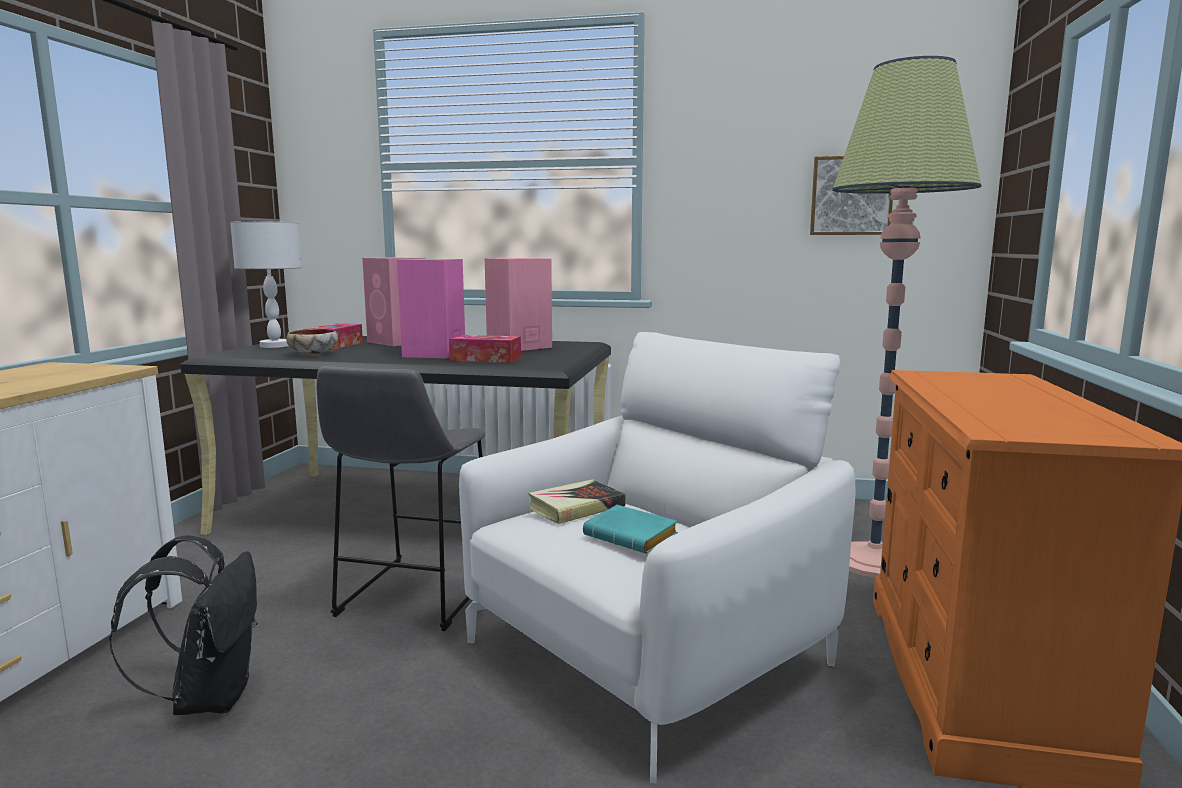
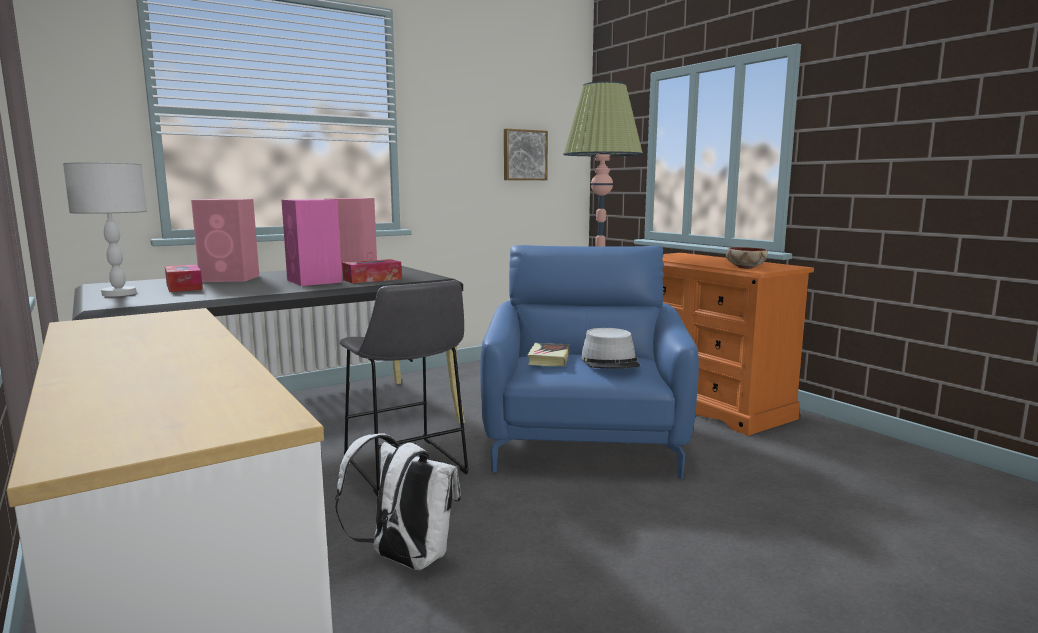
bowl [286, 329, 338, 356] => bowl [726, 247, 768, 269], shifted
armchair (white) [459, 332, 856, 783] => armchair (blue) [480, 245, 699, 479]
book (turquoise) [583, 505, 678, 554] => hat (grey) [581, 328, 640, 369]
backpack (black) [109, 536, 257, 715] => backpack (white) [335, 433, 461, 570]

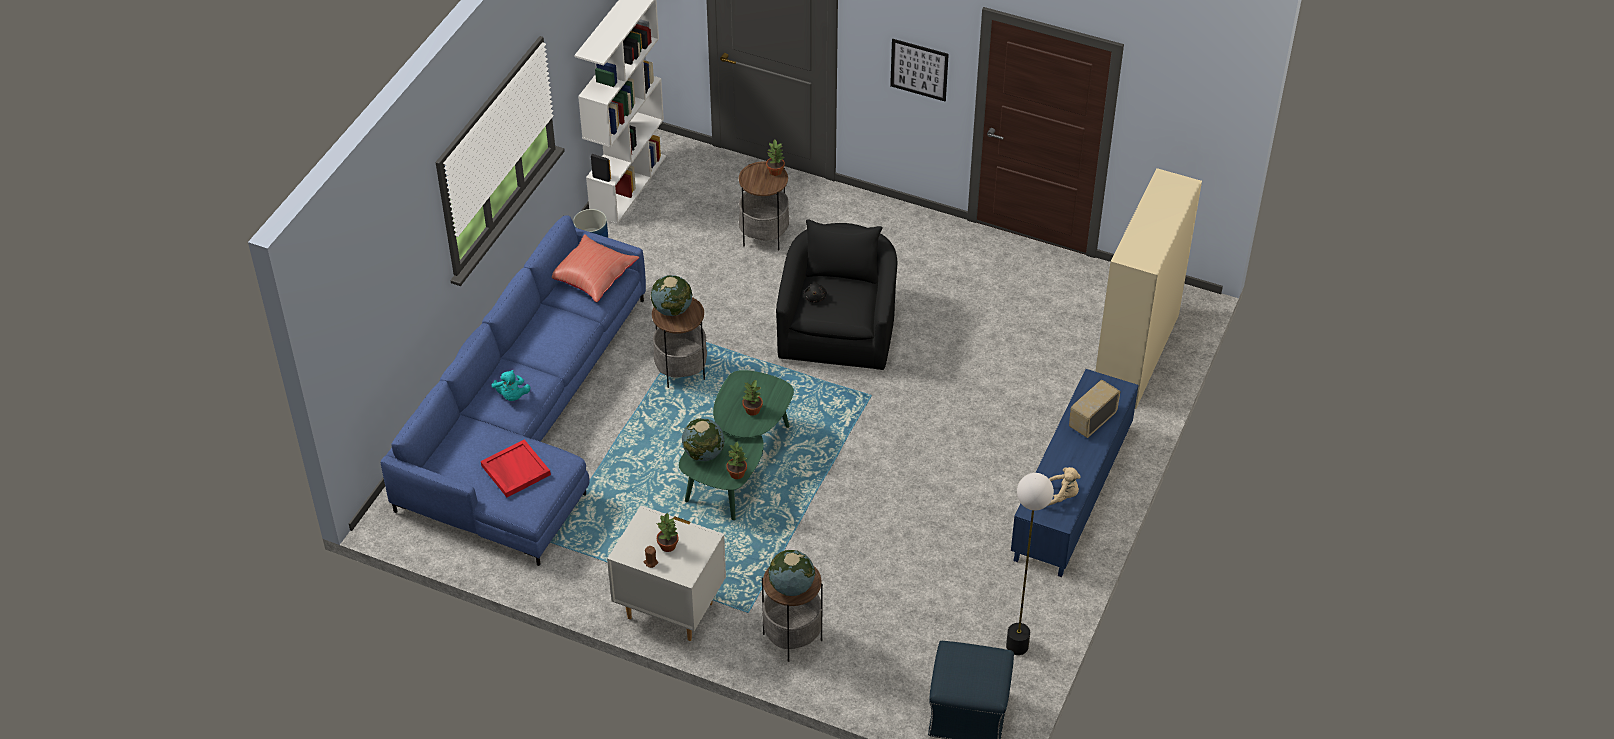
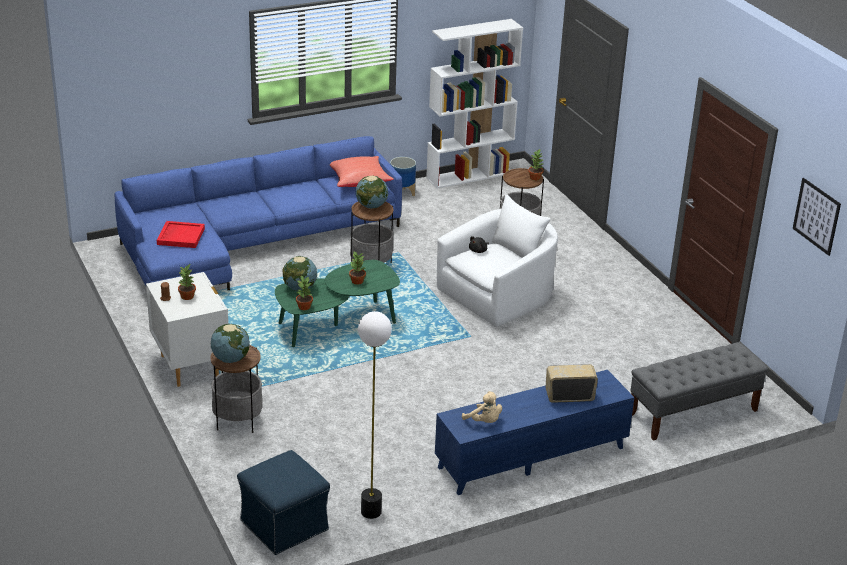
picture [890, 39, 949, 101] => picture [793, 178, 841, 256], shifted
bookcase (beige) [1095, 168, 1202, 409] => bench (grey) [630, 342, 768, 441]
armchair (black) [776, 219, 897, 370] => armchair (white) [437, 194, 558, 327]
plush toy (turquoise) [491, 370, 530, 401] => nothing

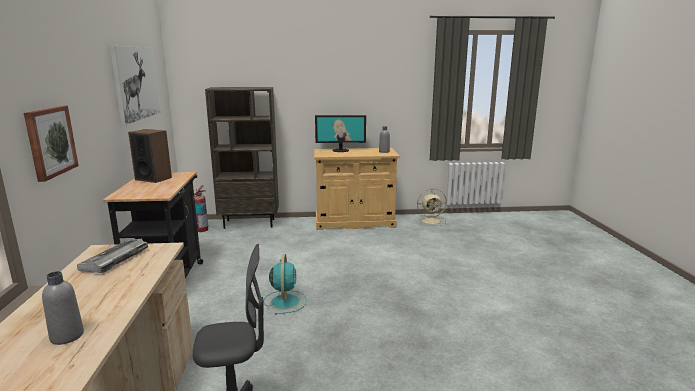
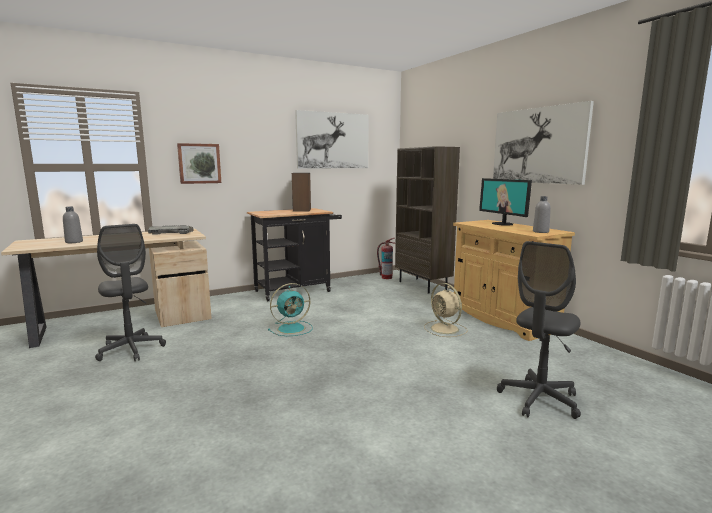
fan (beige) [414, 189, 447, 226] => fan (beige) [424, 283, 468, 337], shifted
nothing => picture [493, 101, 594, 185]
nothing => office chair (grey) [497, 241, 581, 419]

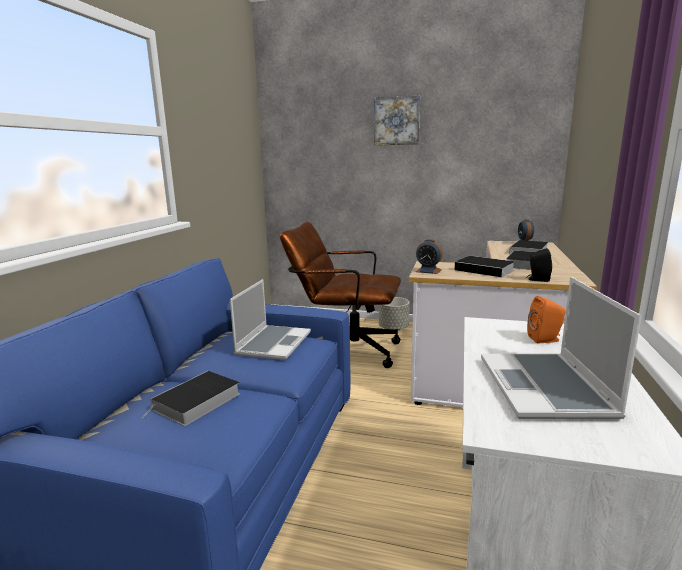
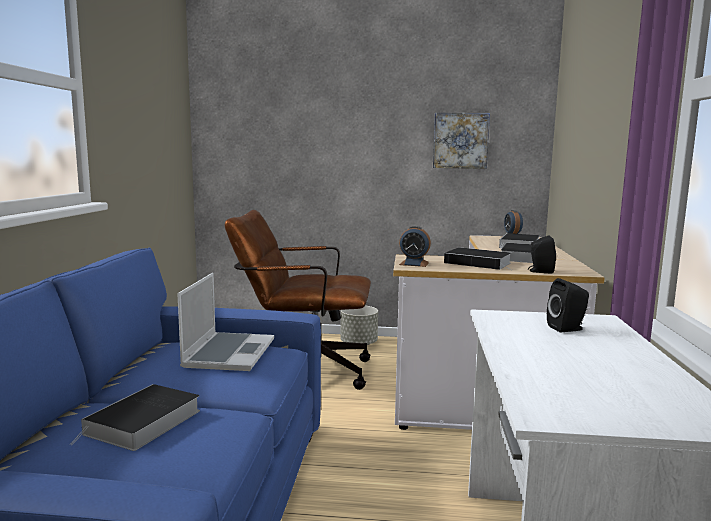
picture [374, 95, 420, 146] => picture [433, 113, 490, 169], shifted
laptop [481, 277, 642, 419] => nothing
speaker (orange) [527, 296, 565, 343] => speaker (black) [547, 278, 589, 332]

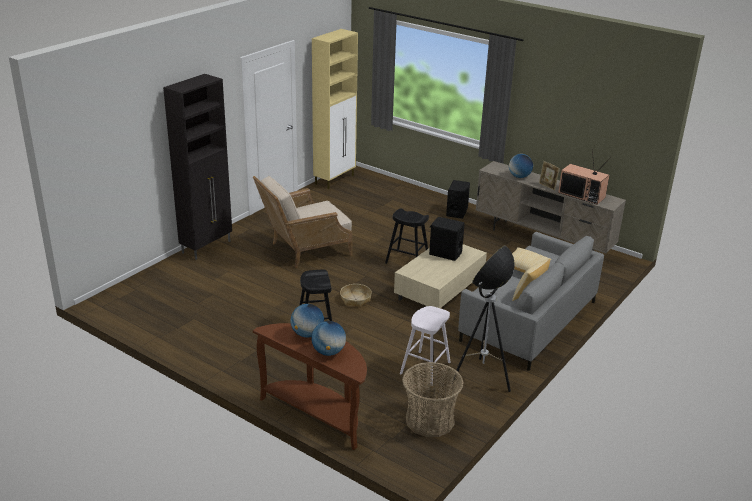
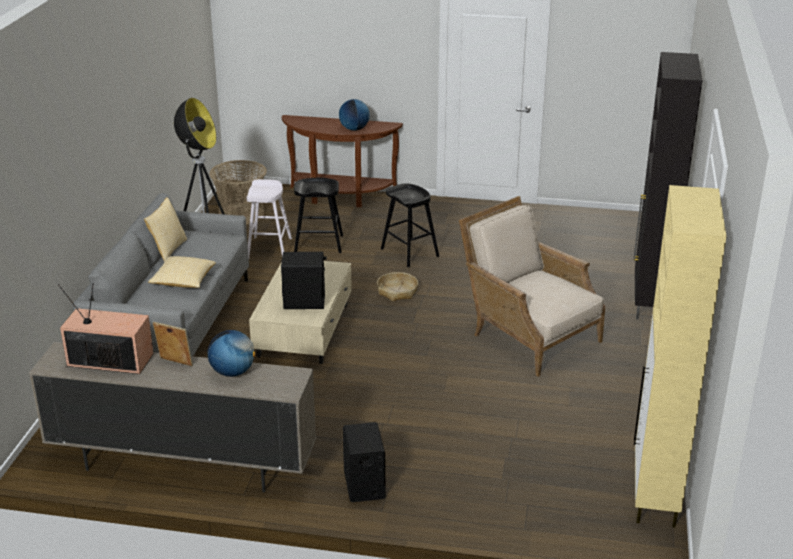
armchair (beige) [253, 176, 353, 268] => armchair (beige) [459, 196, 605, 377], 75 degrees counterclockwise
stool (black) [385, 208, 429, 264] => stool (black) [294, 178, 343, 253], shifted
globe [311, 321, 346, 356] => nothing

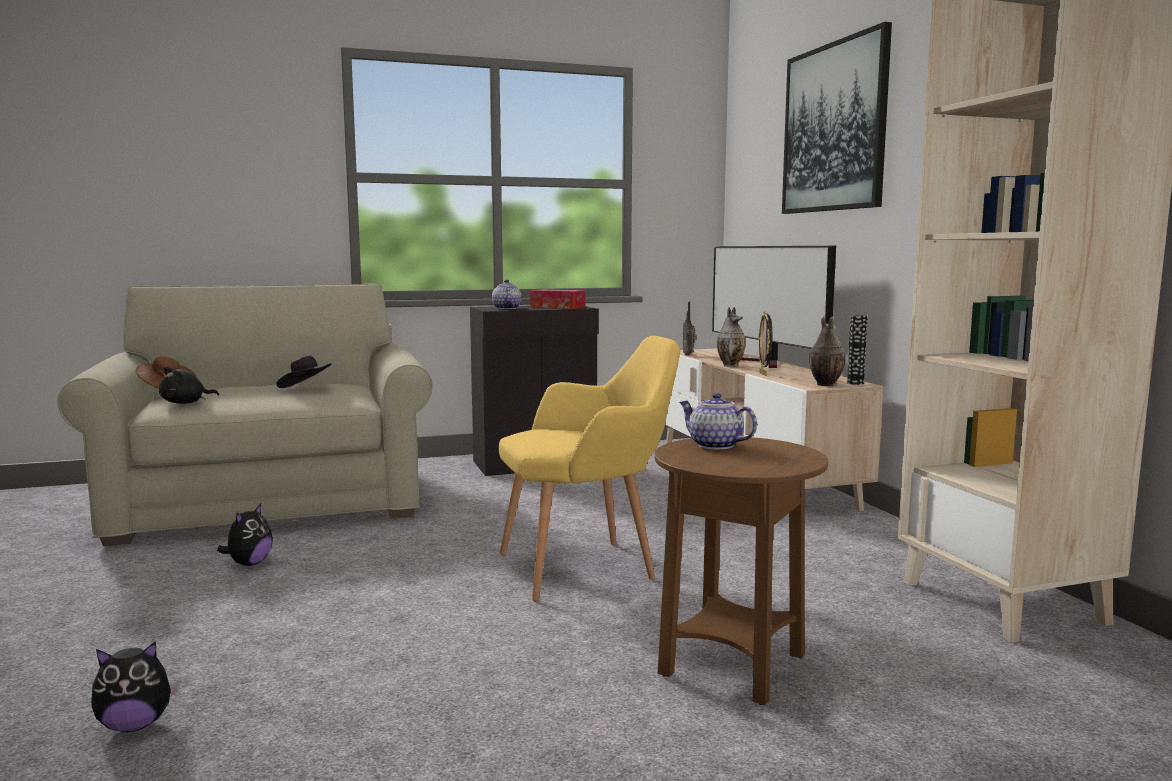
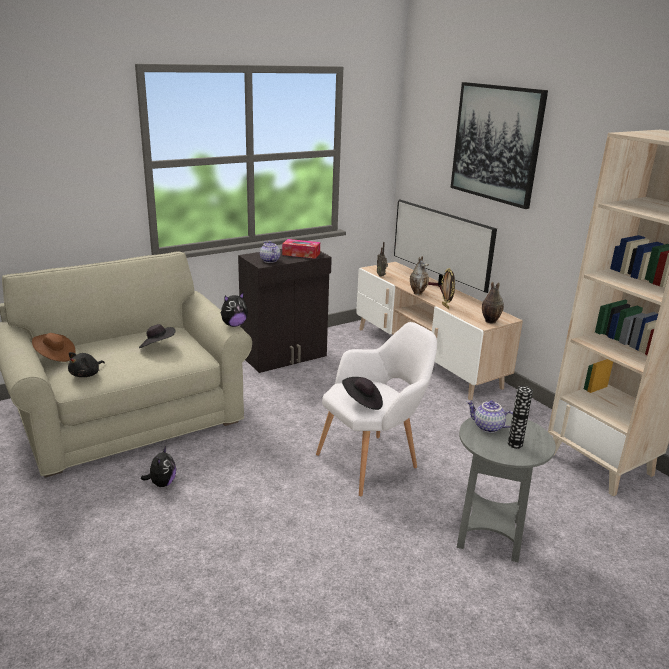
vase [847, 315, 868, 385] => vase [508, 386, 533, 449], shifted
armchair (yellow) [499, 336, 680, 601] => armchair (white) [316, 322, 437, 497]
side table (brown) [655, 437, 828, 705] => side table (grey) [457, 414, 556, 562]
plush toy [91, 641, 180, 732] => plush toy [221, 292, 248, 327], shifted
nothing => hat (black) [342, 377, 383, 410]

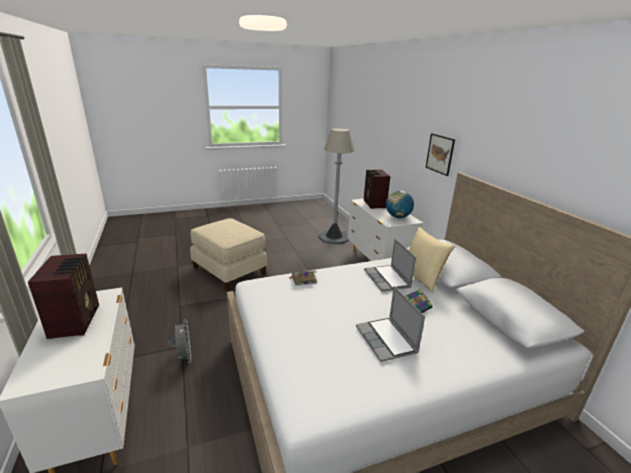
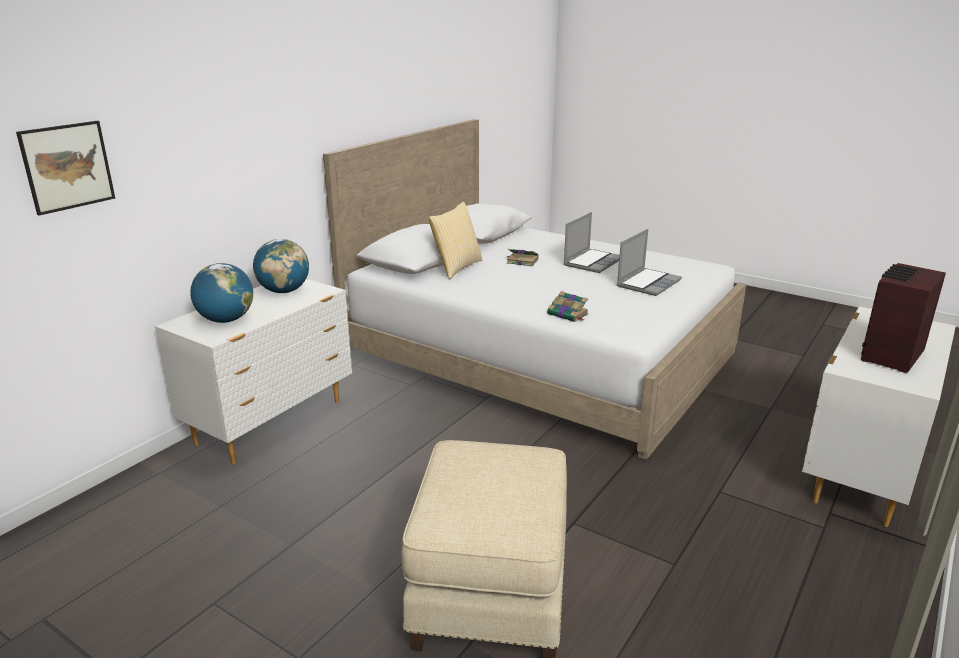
floor lamp (grey) [318, 128, 355, 244] => nothing
picture [426, 133, 455, 176] => picture [16, 121, 115, 216], shifted
radio [364, 170, 390, 209] => globe [190, 263, 253, 323]
laptop [364, 238, 416, 292] => laptop [617, 229, 682, 296], shifted
fan (grey) [168, 319, 192, 363] => nothing

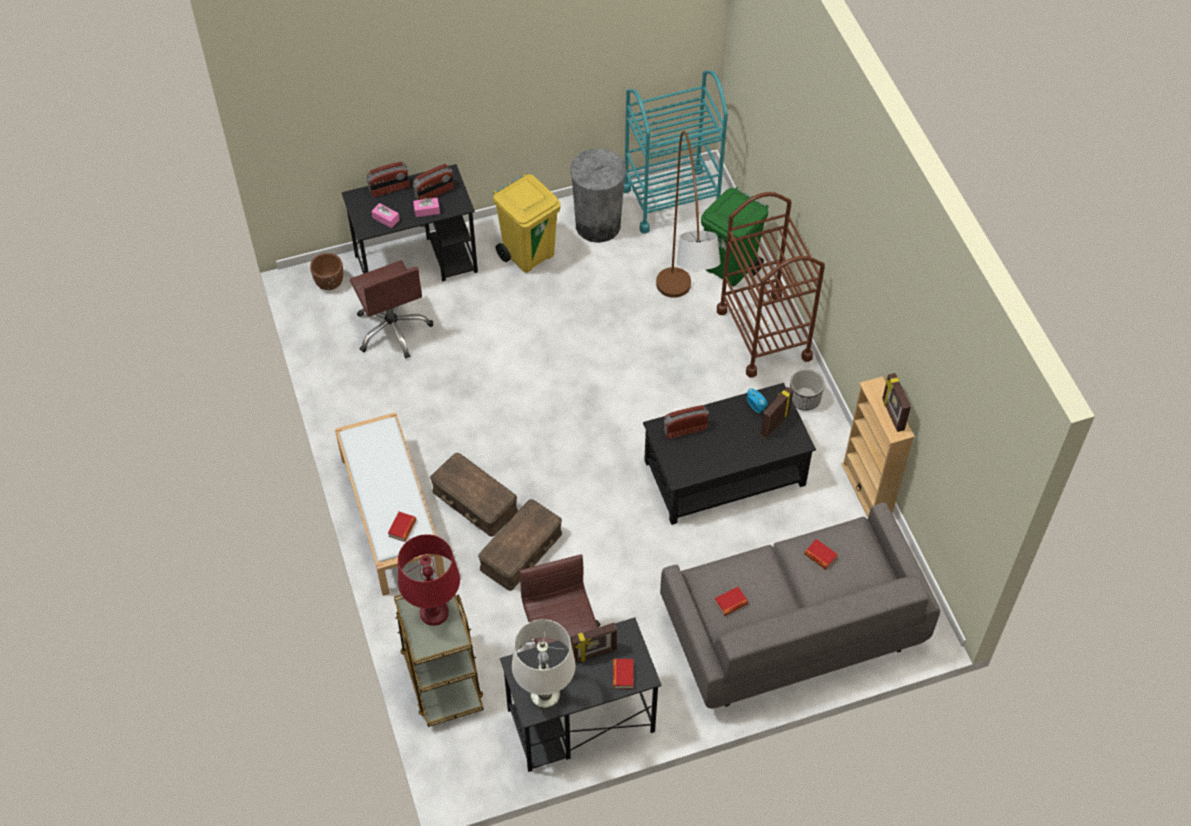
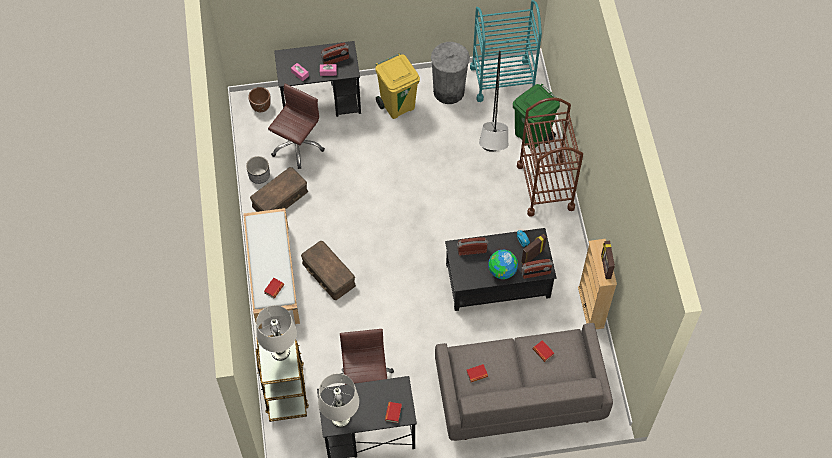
floor lamp (brown) [656, 131, 721, 298] => floor lamp (grey) [479, 51, 508, 152]
radio [366, 162, 409, 197] => radio [521, 259, 553, 279], shifted
office chair (brown) [350, 260, 433, 358] => office chair (brown) [268, 84, 325, 169], 135 degrees counterclockwise
planter [790, 369, 824, 411] => planter [246, 156, 270, 184], shifted
storage box (brown) [478, 499, 562, 591] => storage box (brown) [250, 167, 308, 212], shifted
table lamp (red) [398, 534, 460, 626] => table lamp (white) [256, 305, 297, 361]
picture frame [571, 623, 617, 663] => nothing
nothing => globe [488, 250, 518, 279]

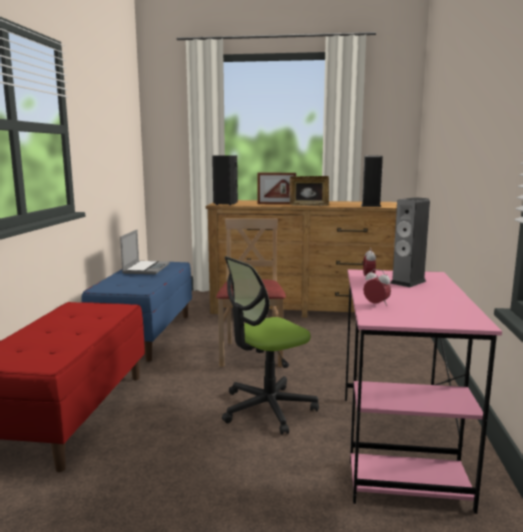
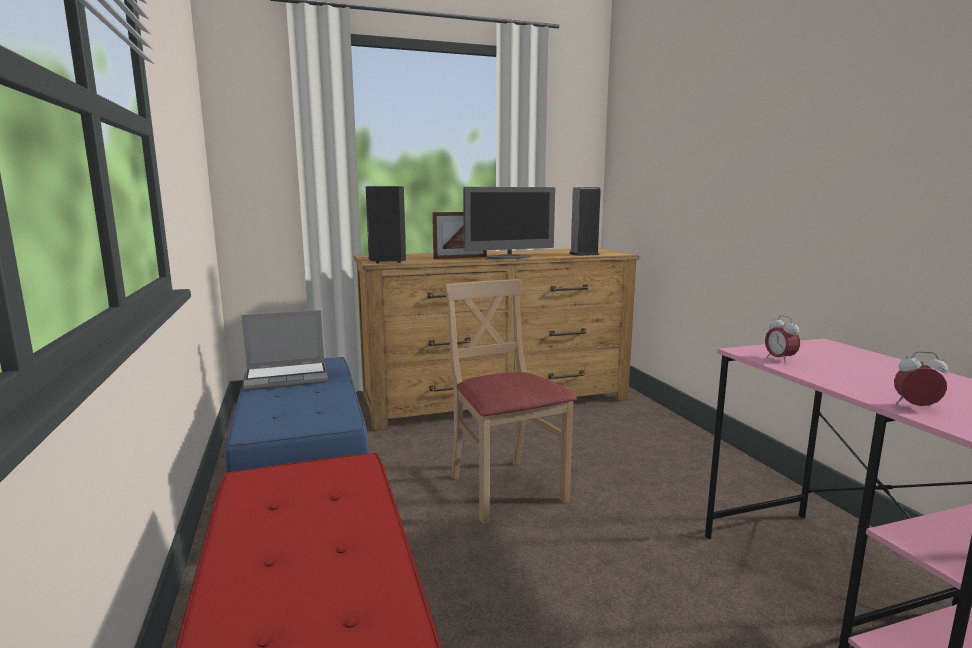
picture frame [290, 176, 329, 206] => monitor [463, 187, 555, 259]
speaker [390, 197, 430, 287] => nothing
laptop [120, 230, 169, 274] => laptop [242, 310, 328, 391], 90 degrees clockwise
office chair [222, 256, 319, 435] => nothing

